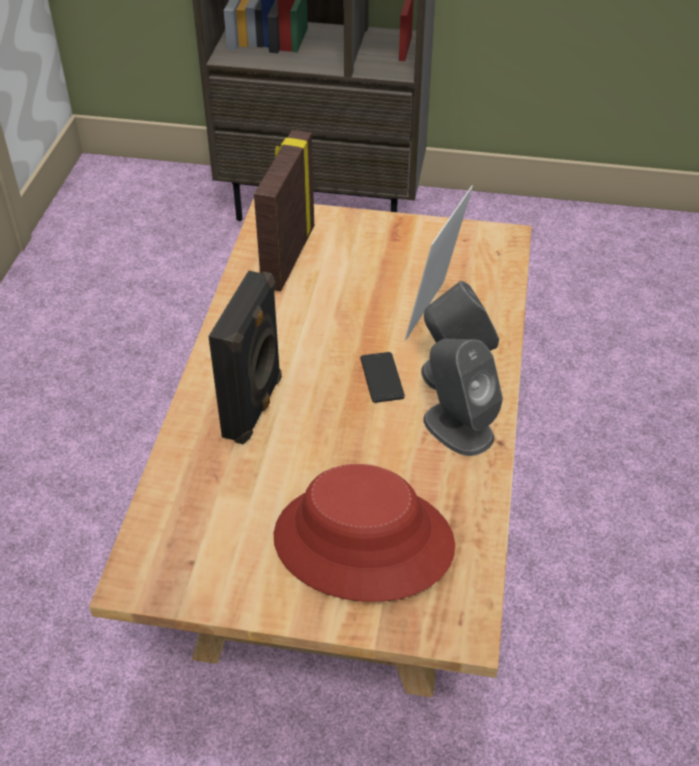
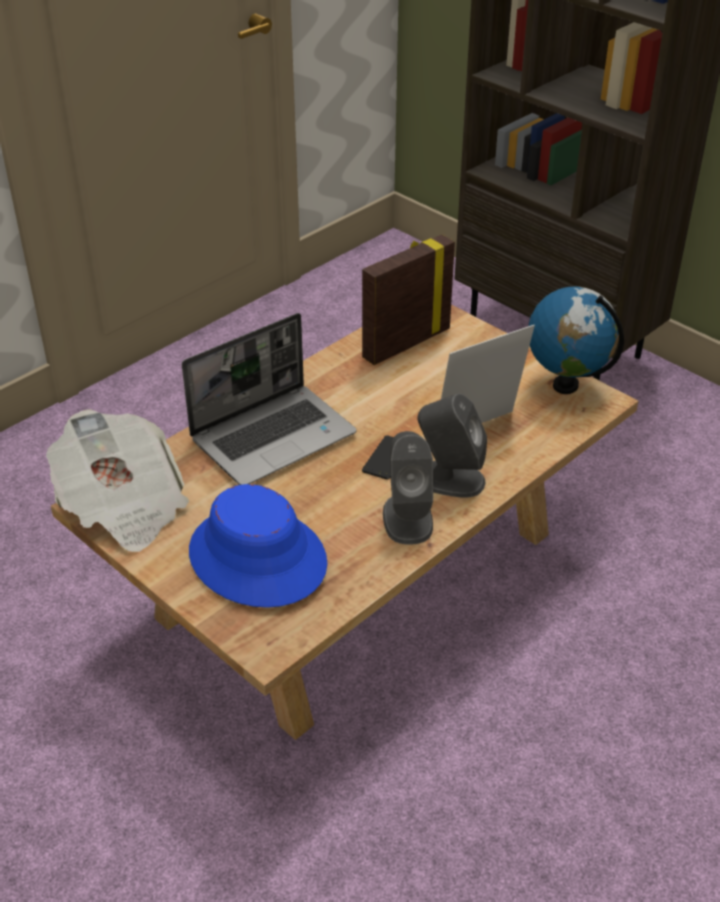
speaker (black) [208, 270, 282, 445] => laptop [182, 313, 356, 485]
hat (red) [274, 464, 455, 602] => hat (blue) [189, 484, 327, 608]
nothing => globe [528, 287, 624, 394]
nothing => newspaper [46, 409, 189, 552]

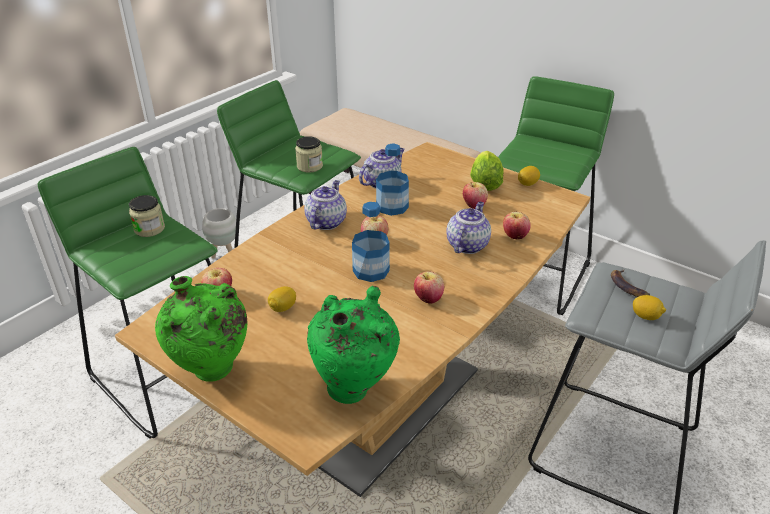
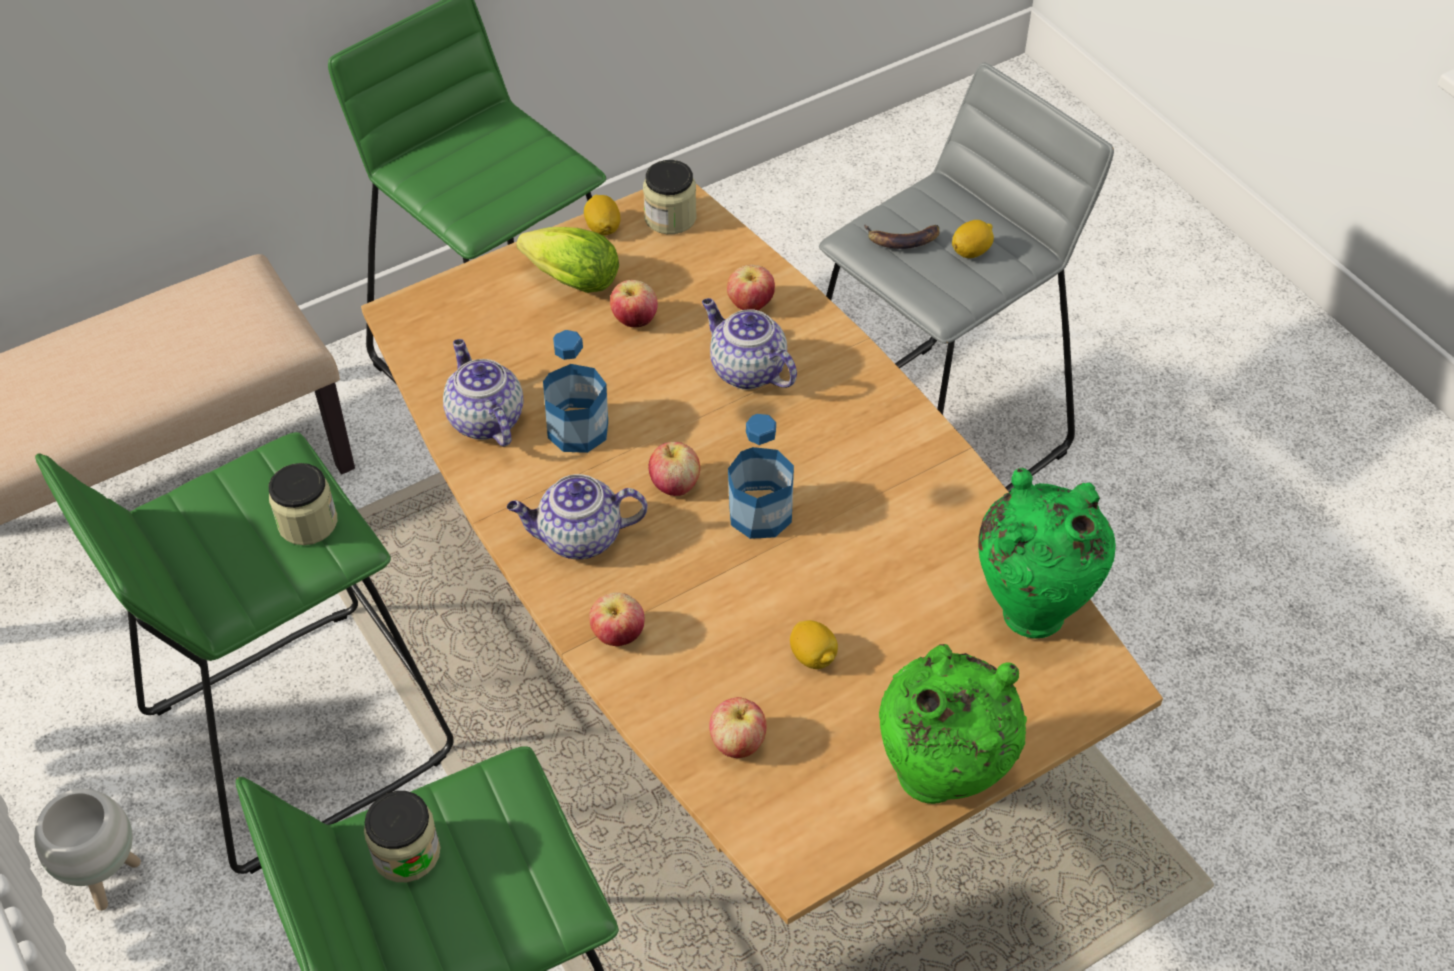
teapot [304, 180, 347, 230] => teapot [507, 474, 647, 559], 45 degrees counterclockwise
apple [414, 271, 444, 304] => apple [589, 593, 644, 646], shifted
nothing => jar [643, 160, 697, 234]

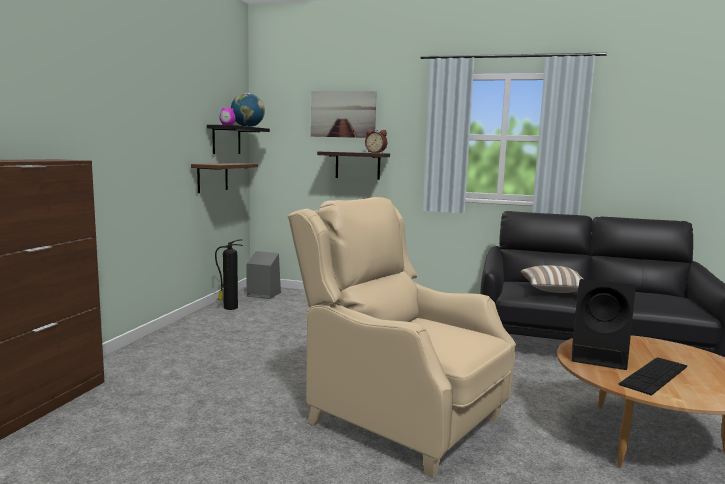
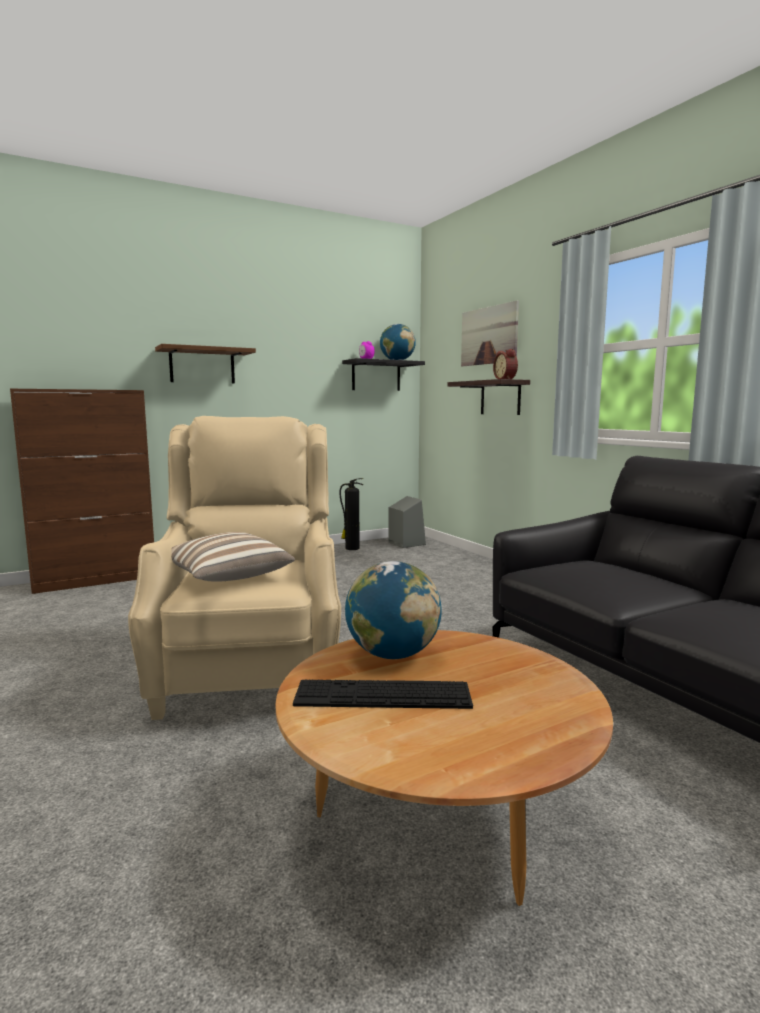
shelf (brown) [191, 163, 258, 193] => shelf (brown) [155, 344, 256, 383], shifted
pillow [520, 265, 583, 293] => pillow [171, 532, 295, 582], shifted
speaker (black) [572, 279, 636, 370] => globe [345, 561, 442, 659]

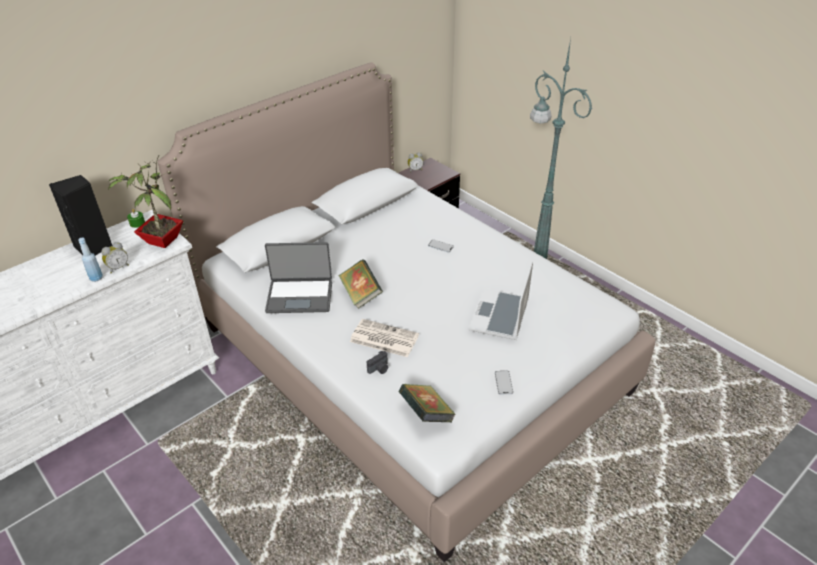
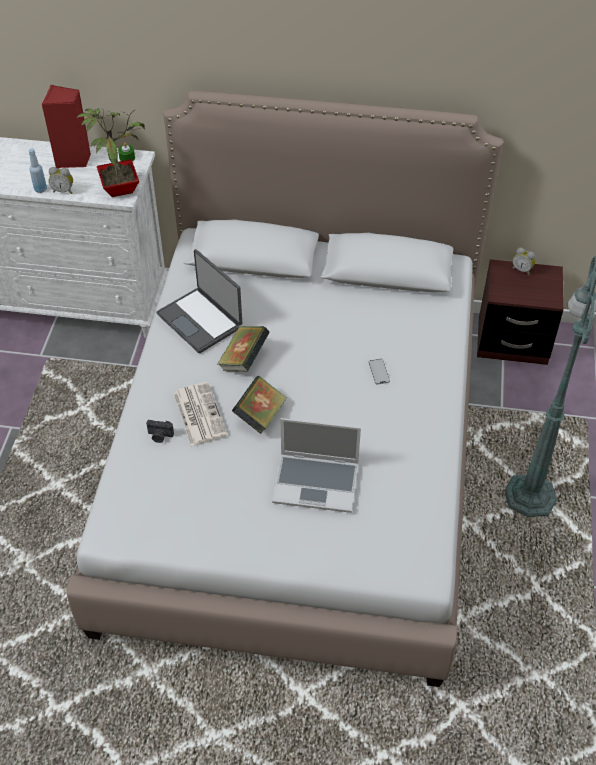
speaker (black) [49, 175, 112, 256] => speaker (red) [42, 85, 91, 168]
laptop [468, 261, 533, 340] => laptop [272, 418, 361, 513], 150 degrees counterclockwise
phone [495, 371, 513, 395] => nothing
book [399, 384, 456, 422] => book [232, 376, 287, 434], shifted

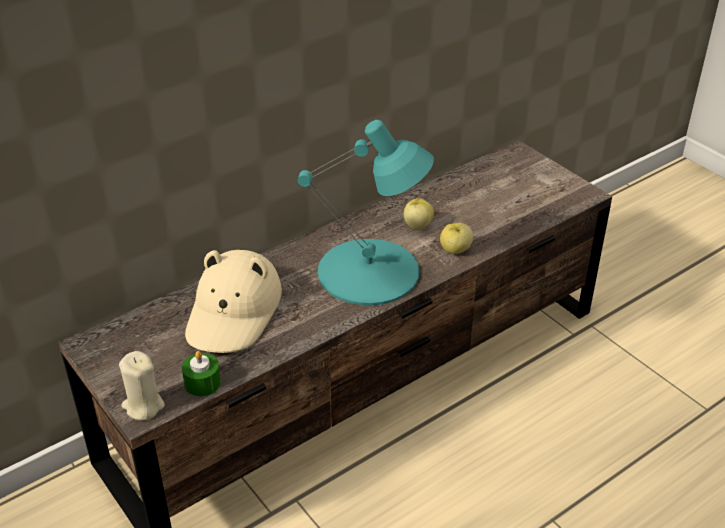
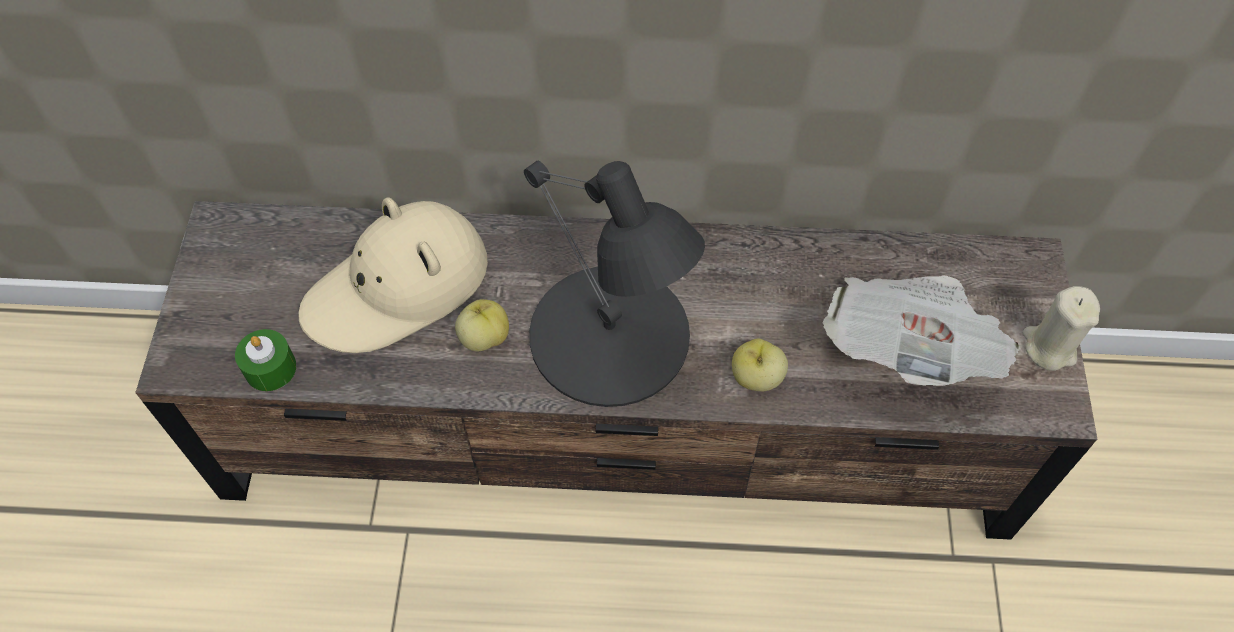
table lamp (turquoise) [298, 120, 434, 305] => table lamp (black) [524, 161, 705, 407]
apple [404, 198, 434, 230] => apple [455, 299, 509, 351], shifted
candle (beige) [119, 351, 165, 420] => candle (beige) [1023, 286, 1100, 371], shifted
nothing => newspaper [822, 275, 1021, 386]

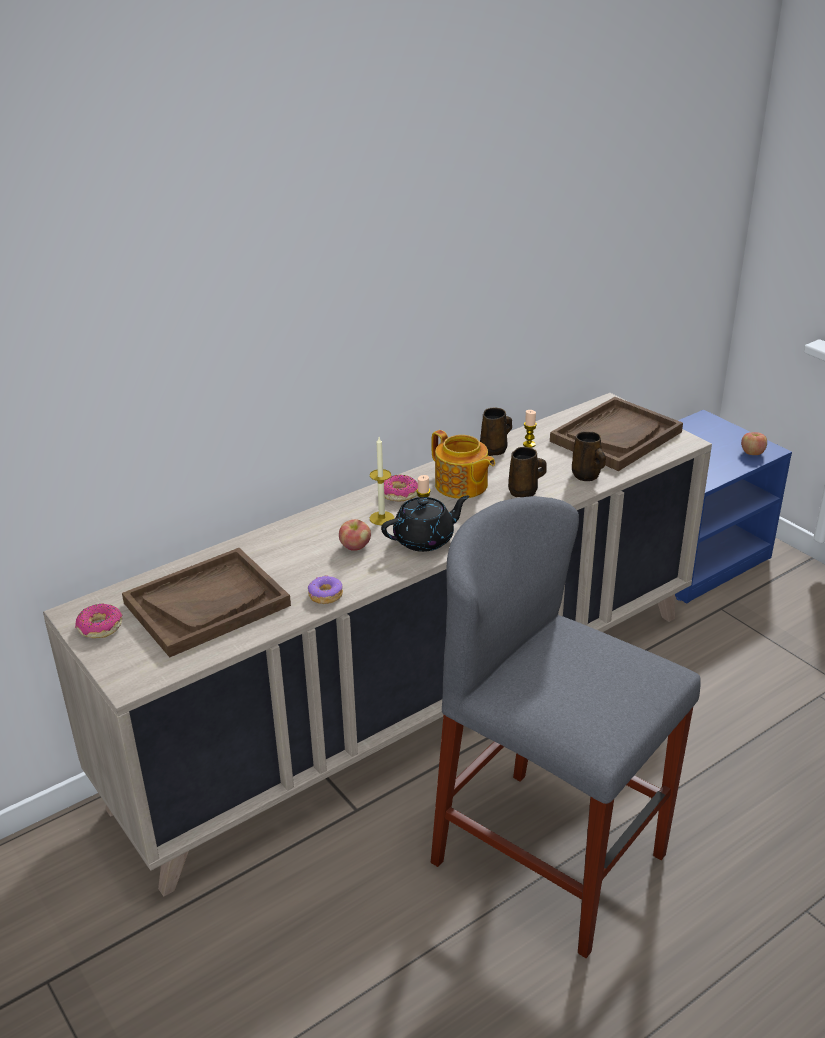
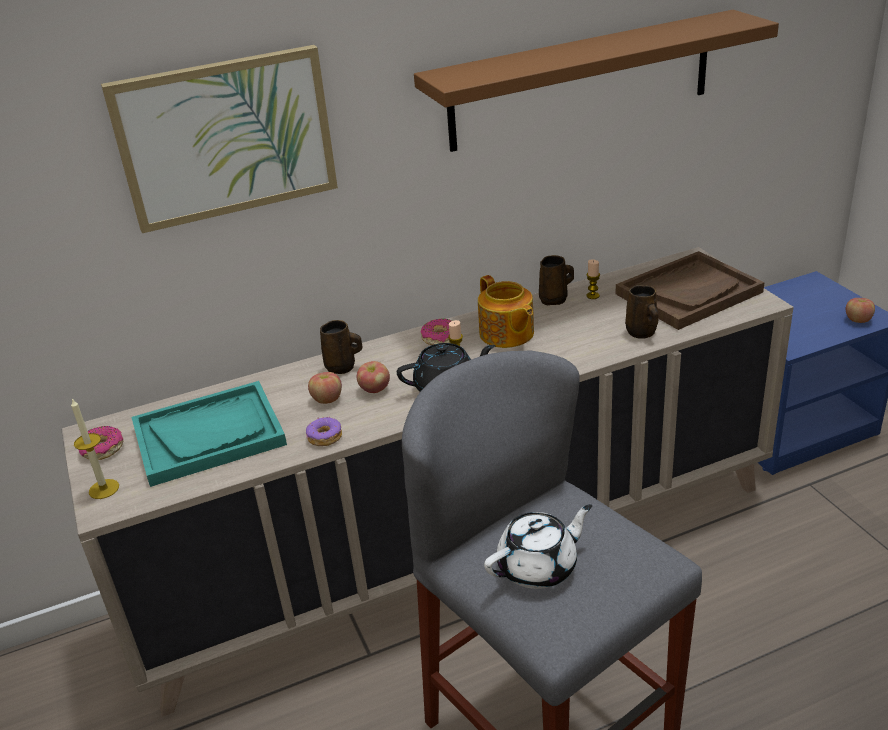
candle [370, 437, 394, 525] => candle [71, 398, 119, 499], shifted
mug (brown) [508, 447, 547, 497] => mug (brown) [320, 320, 362, 374], shifted
tray (brown) [122, 548, 291, 657] => tray (turquoise) [132, 381, 287, 487]
nothing => shelf (brown) [414, 10, 779, 152]
nothing => picture [101, 45, 338, 233]
nothing => apple [308, 372, 342, 404]
nothing => teapot (white) [484, 504, 592, 589]

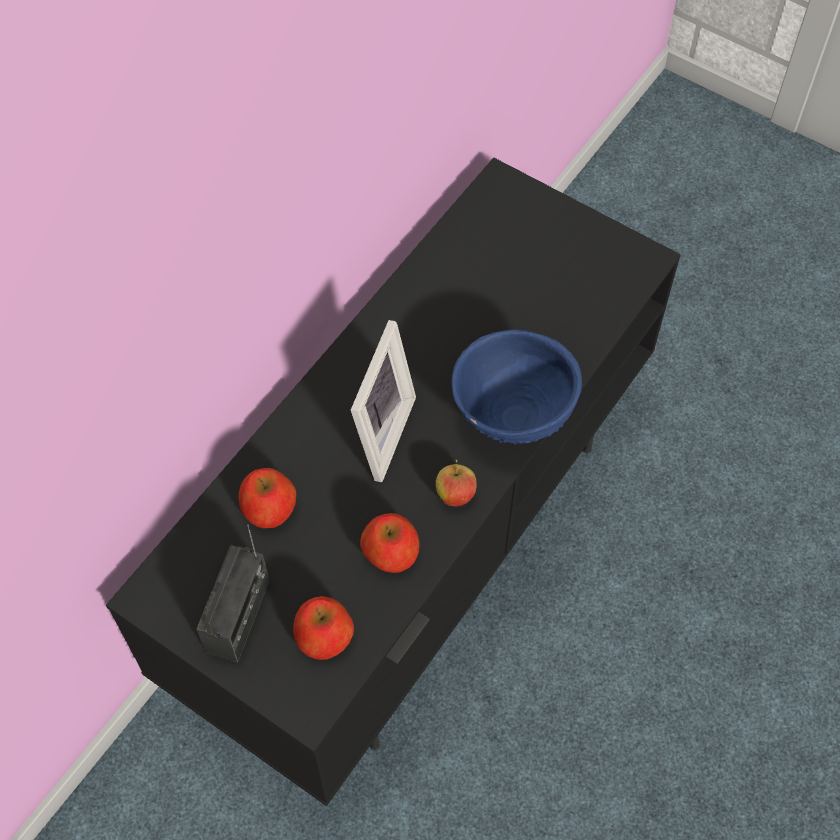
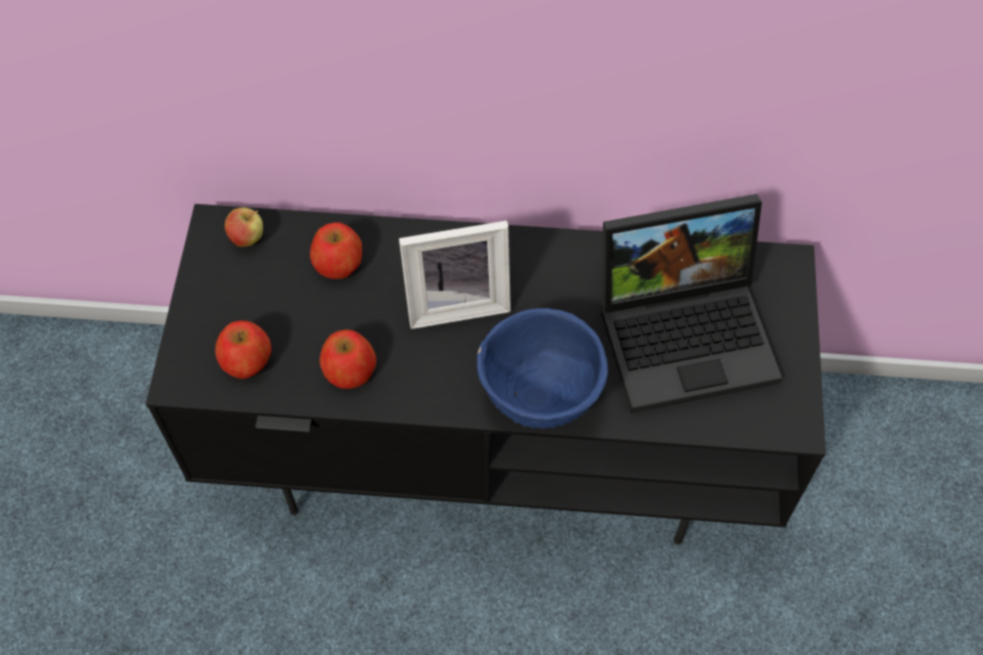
apple [436, 460, 477, 507] => apple [225, 207, 263, 247], shifted
radio [196, 524, 270, 663] => nothing
nothing => laptop [601, 194, 782, 413]

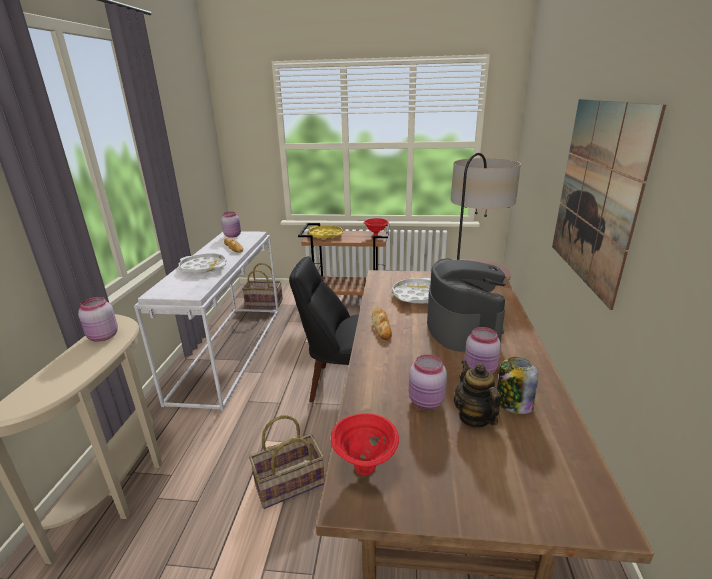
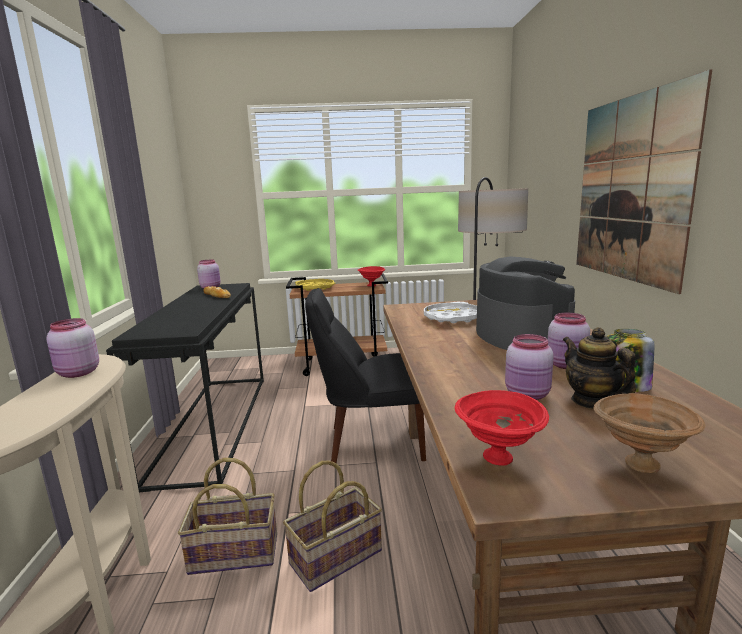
console table (white) [134, 231, 279, 411] => console table (black) [106, 283, 264, 492]
tray (white) [179, 253, 227, 274] => nothing
basket [242, 263, 283, 307] => basket [178, 458, 277, 575], shifted
bread [372, 308, 392, 340] => nothing
nothing => bowl (brown) [594, 393, 705, 473]

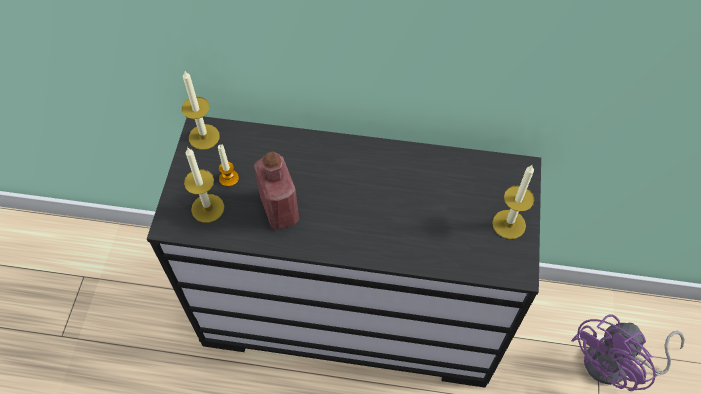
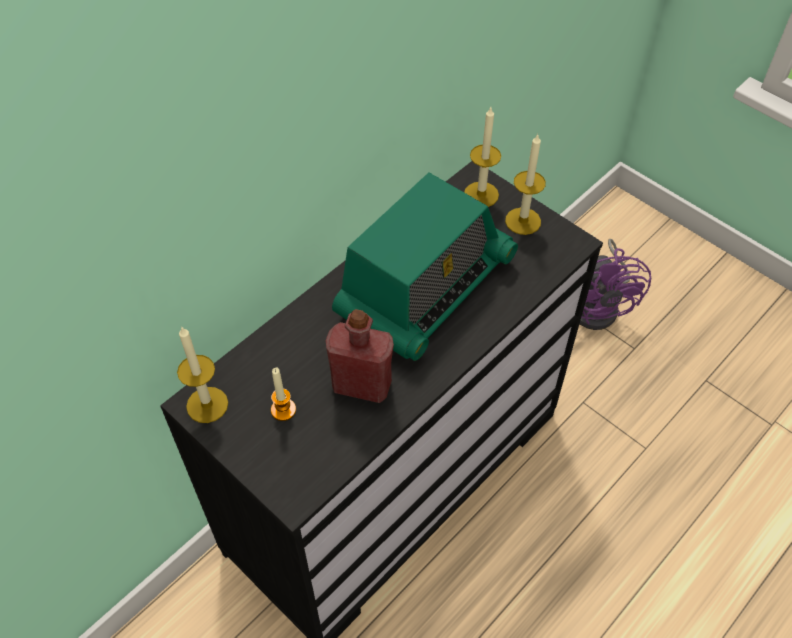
candle [184, 148, 224, 223] => candle [464, 107, 501, 207], shifted
nothing => radio [332, 173, 518, 361]

